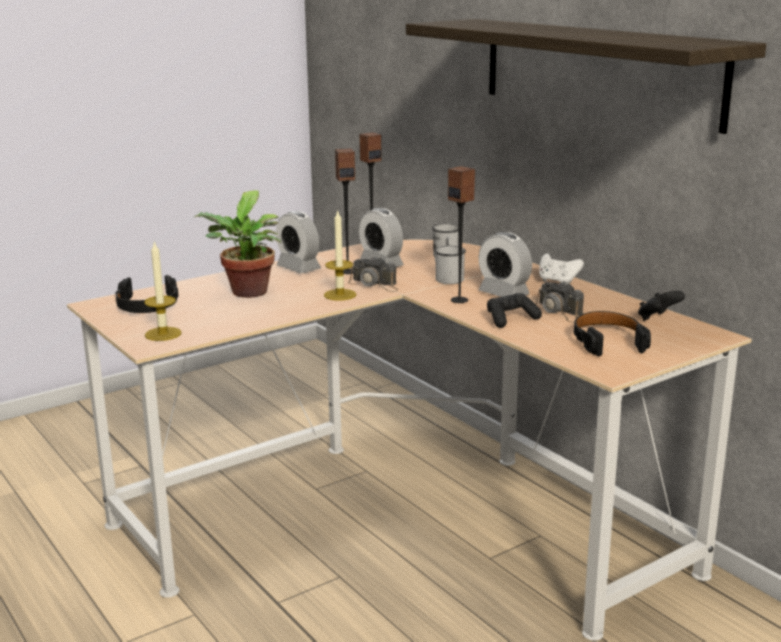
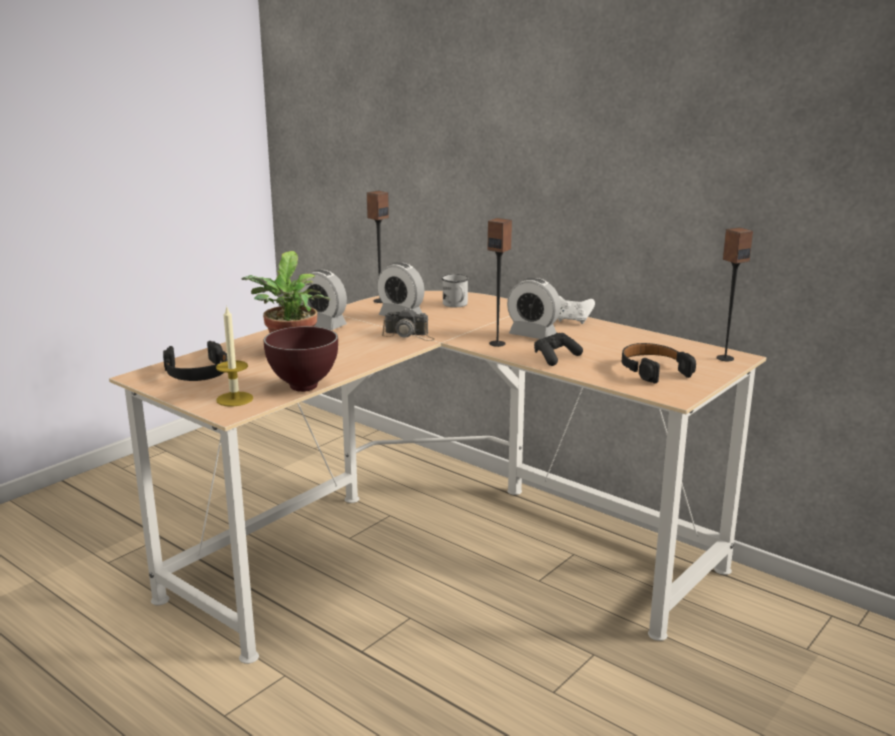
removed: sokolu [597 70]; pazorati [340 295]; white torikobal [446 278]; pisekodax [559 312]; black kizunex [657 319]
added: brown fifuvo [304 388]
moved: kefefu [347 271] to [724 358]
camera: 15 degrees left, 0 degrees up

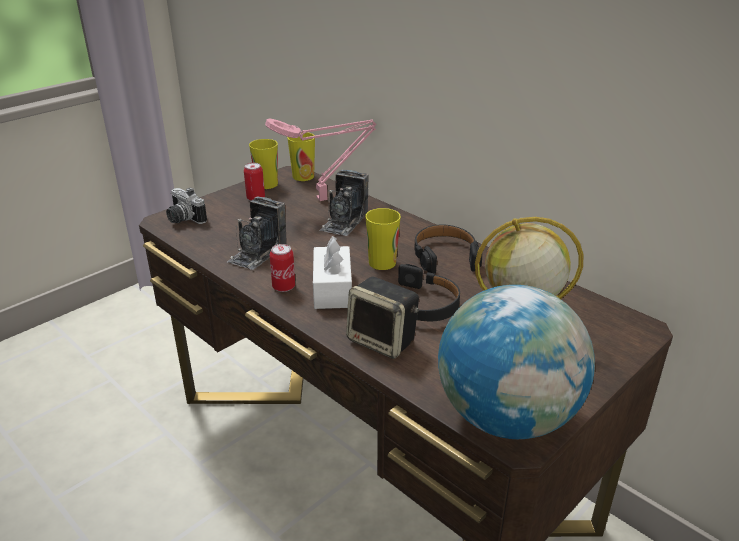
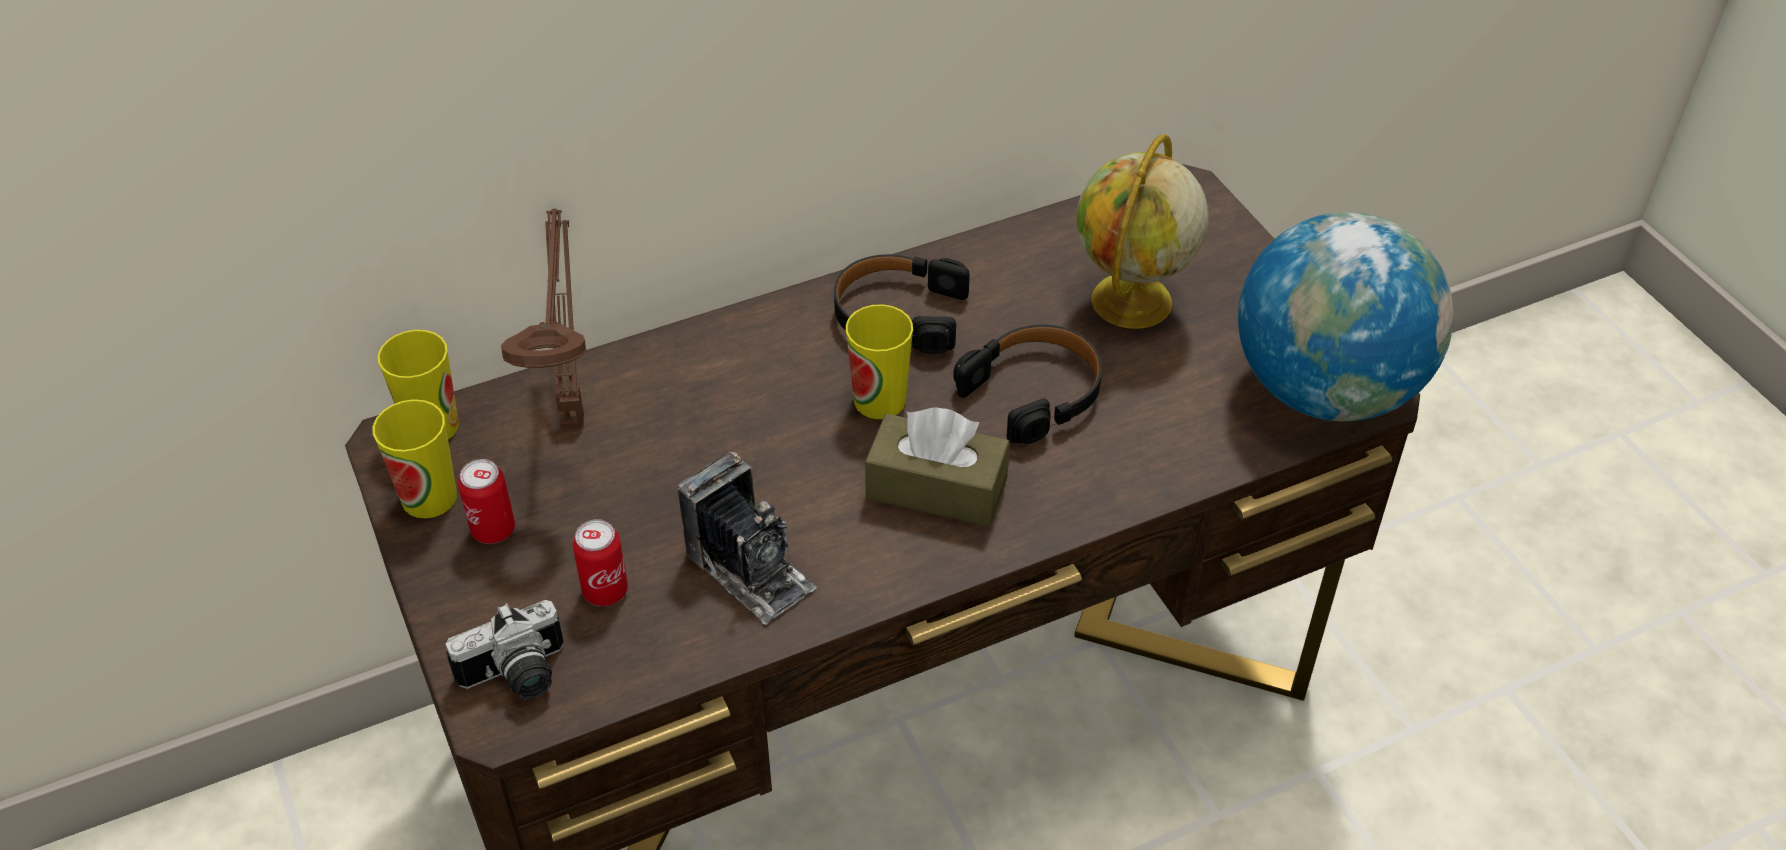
removed: pisekodax [344 222]; kefefu [383 341]
moved: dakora [284 287] to [605 591]
recoloured: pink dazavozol [325 199] to brown dazavozol [573 416]; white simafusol [332 289] to brown simafusol [936 488]
camera: 70 degrees left, 15 degrees up

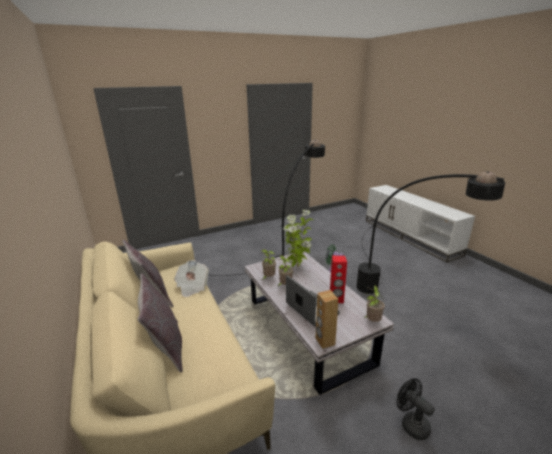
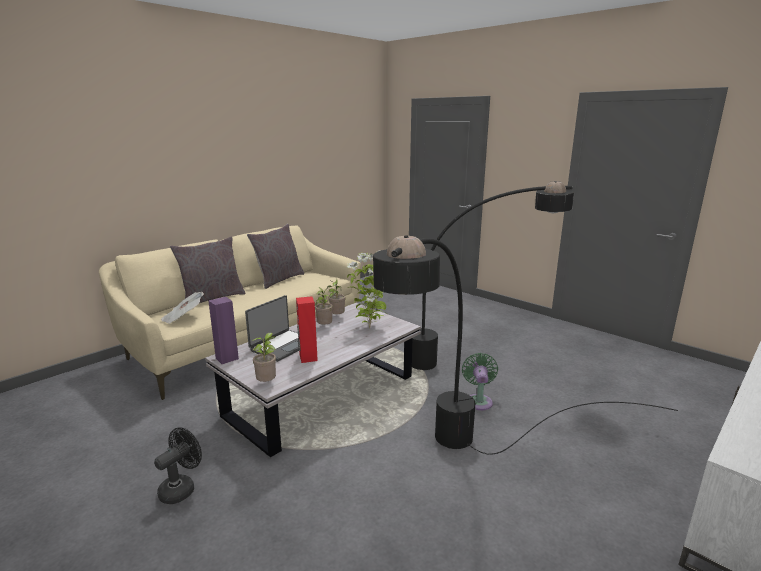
moved: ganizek [192 286] to [183 318]
recoloured: brown kefefu [324 341] to purple kefefu [227 358]
camera: 70 degrees right, 5 degrees down

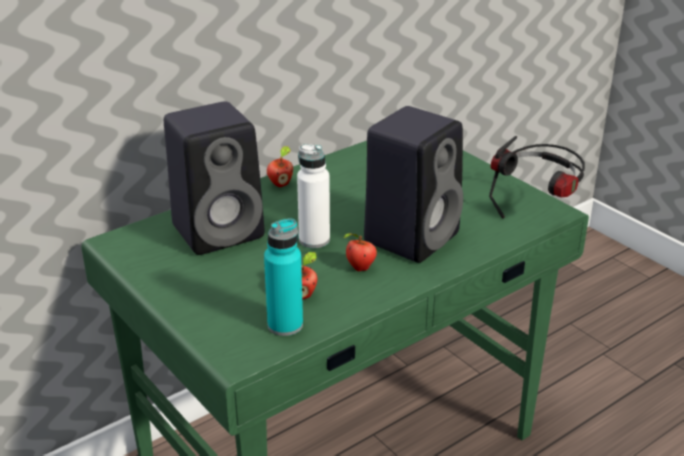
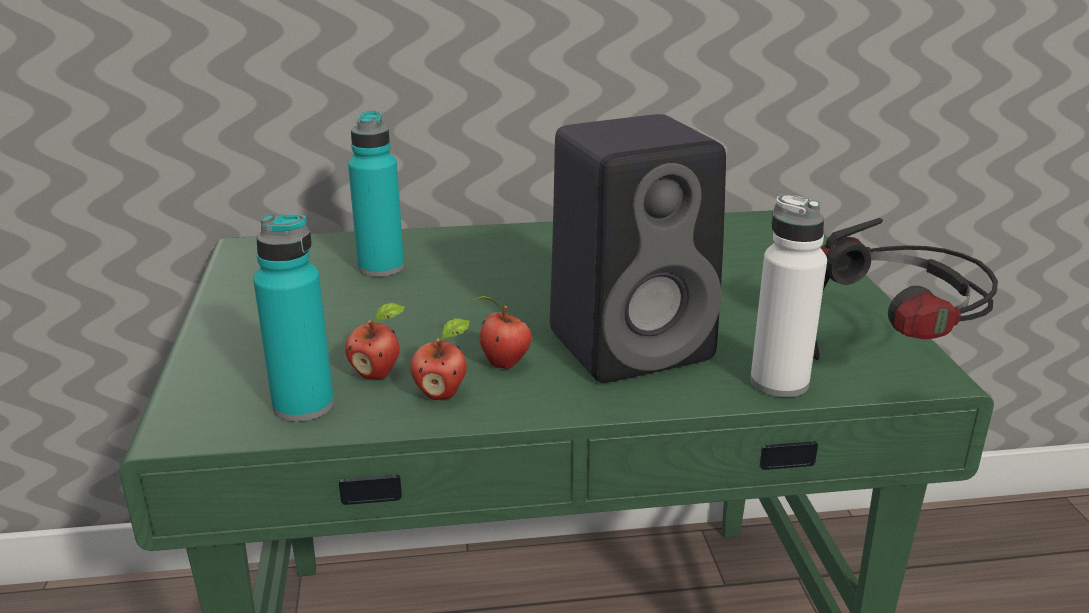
moved: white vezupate [314 240] to [779 382]; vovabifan [280 184] to [442 393]
replaced: black kefefu [220 230] to turquoise vezupate [381 267]
camera: 30 degrees right, 5 degrees down

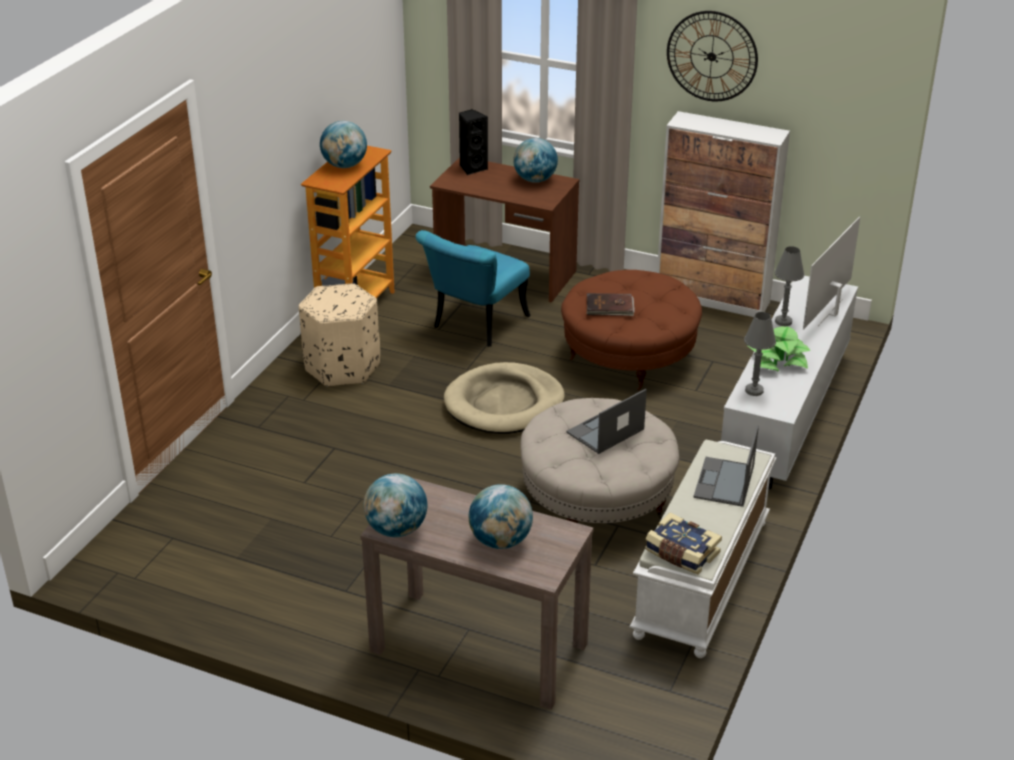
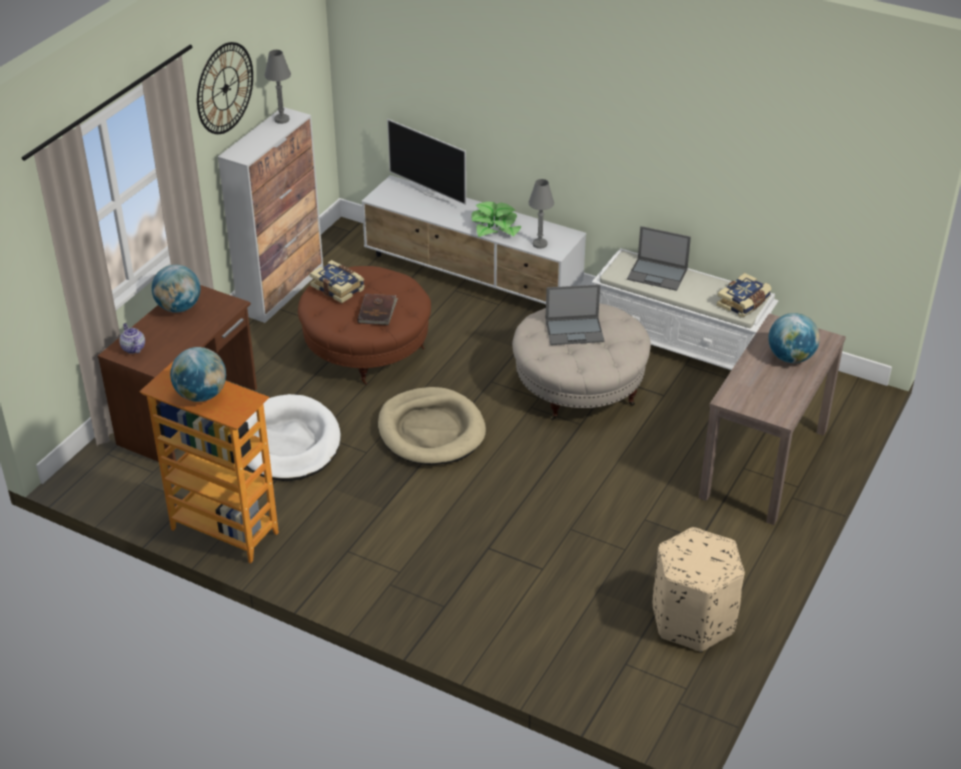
removed: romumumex [396 529]
added: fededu [338 288]
moved: grey dazavozol [783 321] to [282 119]; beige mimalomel [342 367] to [693 620]
replaced: black kefefu [472 168] to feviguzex [133 348]; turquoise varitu [475 326] to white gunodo [288 443]
turned: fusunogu [605 431] = [575 331] 60 degrees counterclockwise
camera: 85 degrees left, 5 degrees up

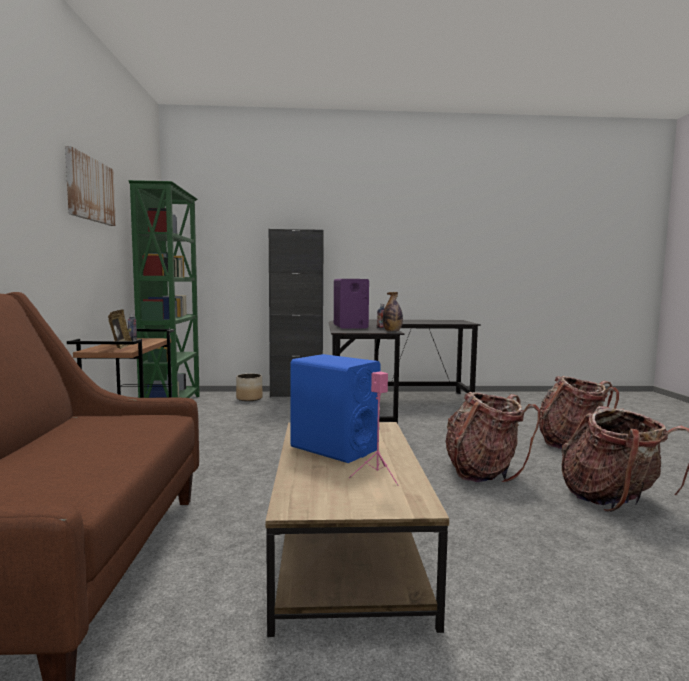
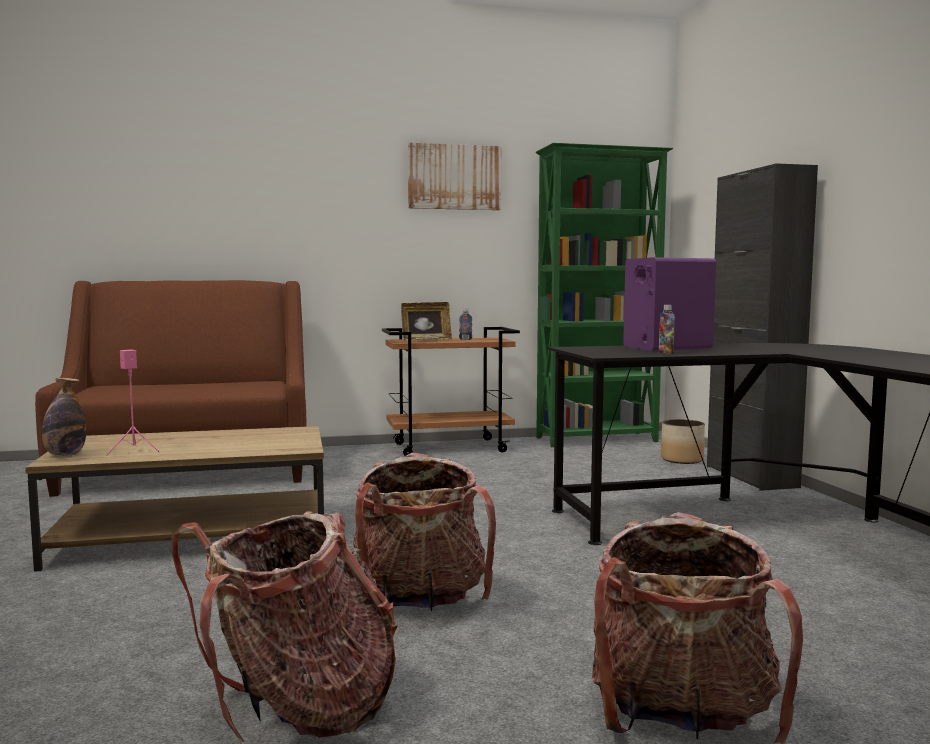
removed: blue kefefu [333 448]
moved: vezupate [392 331] to [65 455]
camera: 80 degrees right, 0 degrees up

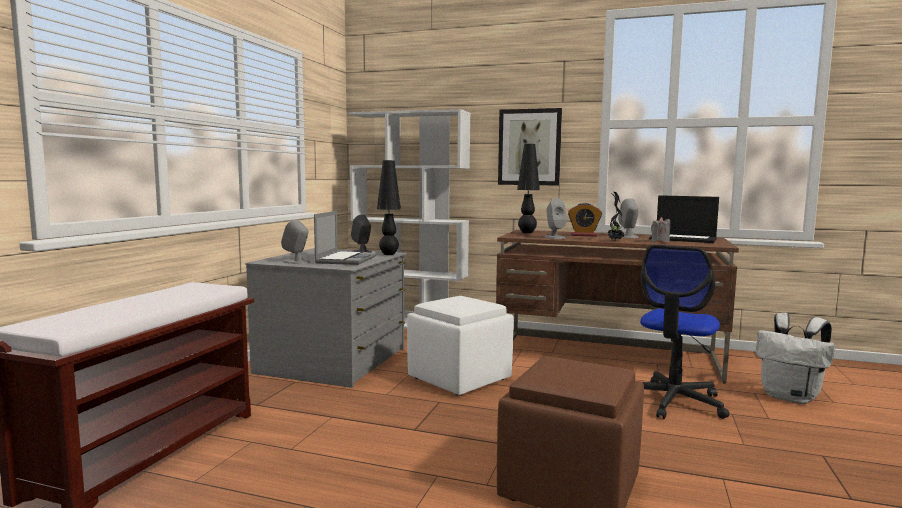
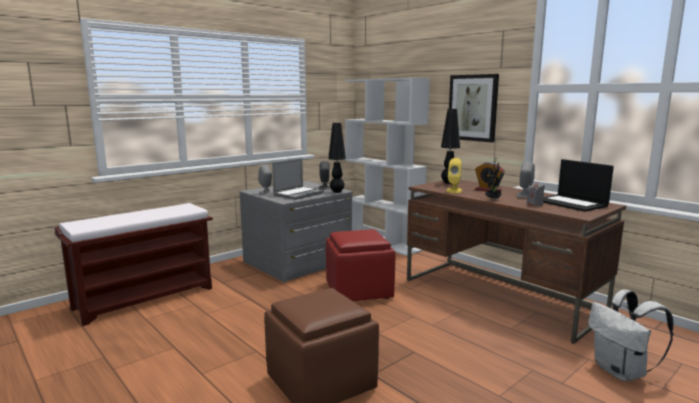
removed: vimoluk [673 401]
recoloured: grey kefefu [554 237] to yellow kefefu [454 190]; white mimalomel [459 378] to red mimalomel [359 290]
camera: 30 degrees right, 5 degrees up

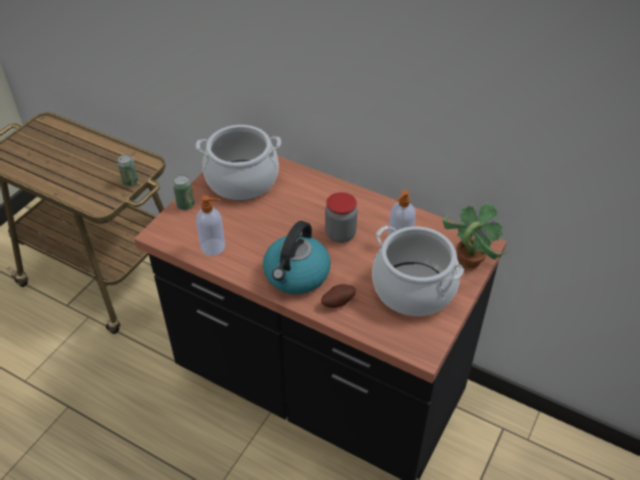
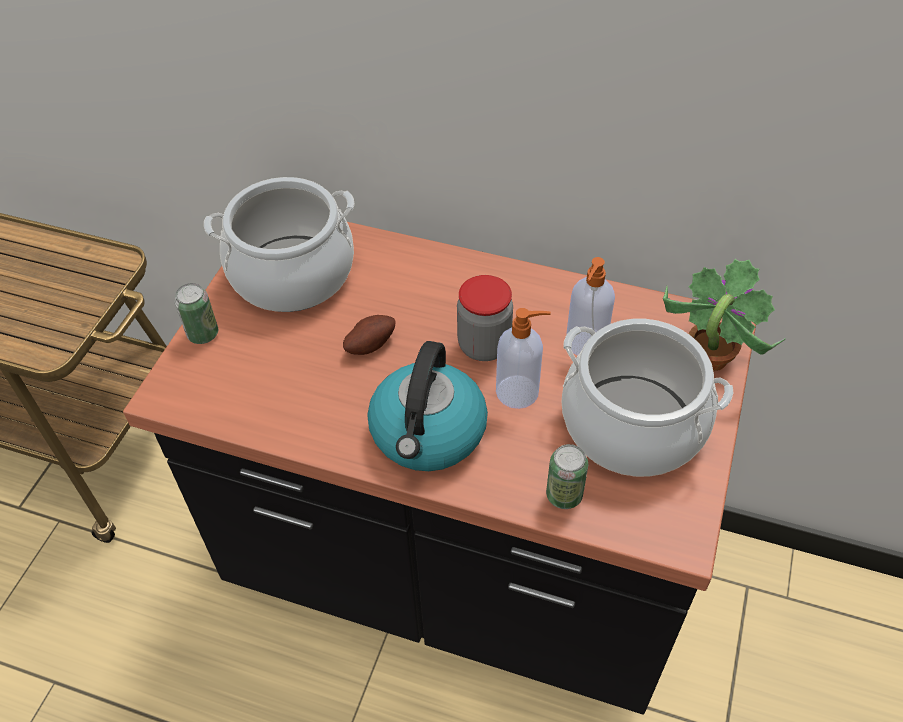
moved: dakora [130 182] to [564 495]; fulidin [214 247] to [519 392]; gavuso [337 302] to [369 344]
camera: 10 degrees left, 5 degrees up

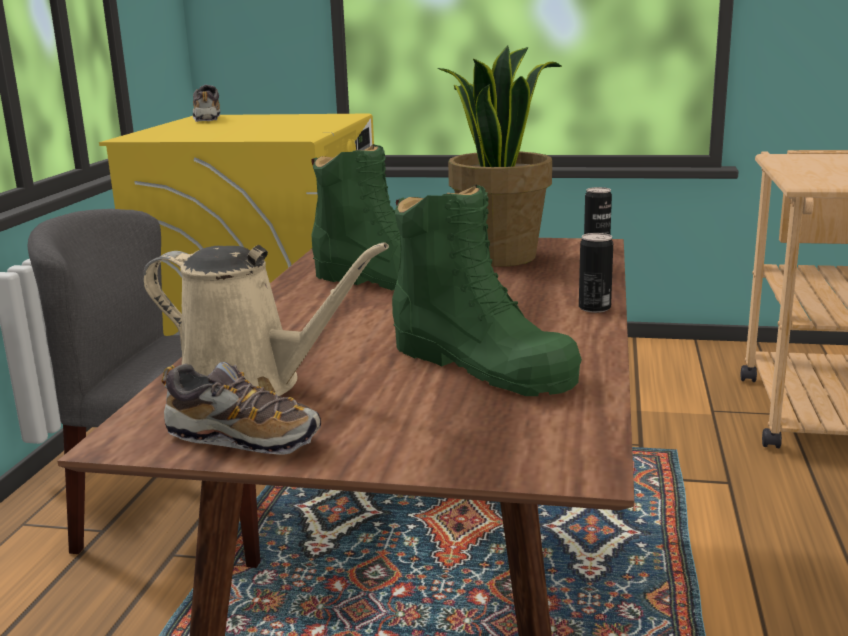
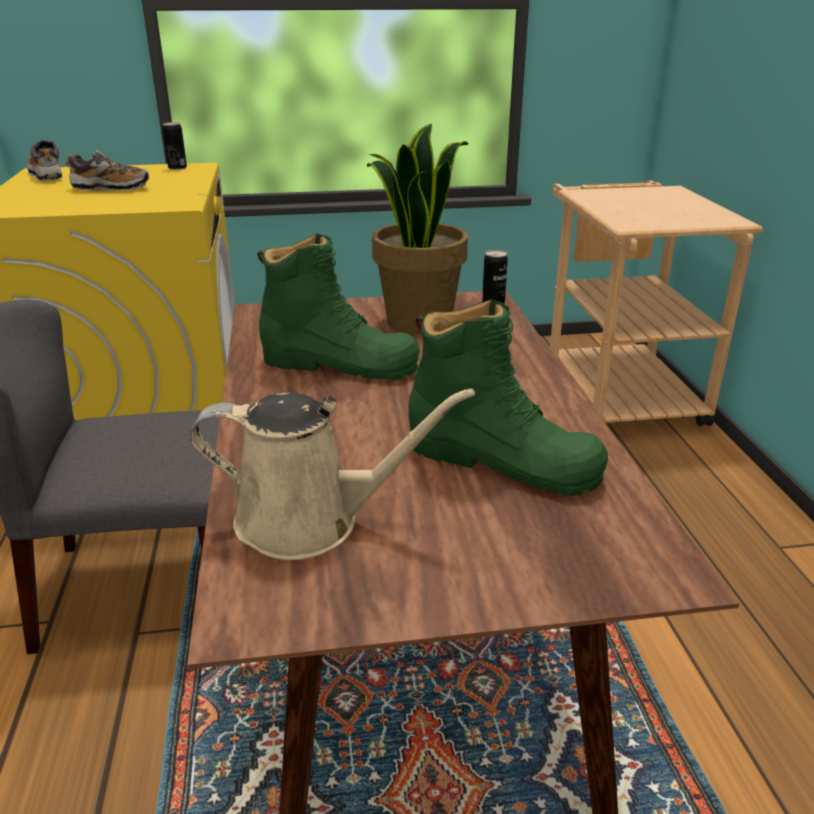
moved: dakora [594 308] to [177 168]; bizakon [243 438] to [111 188]
camera: 20 degrees left, 10 degrees up

